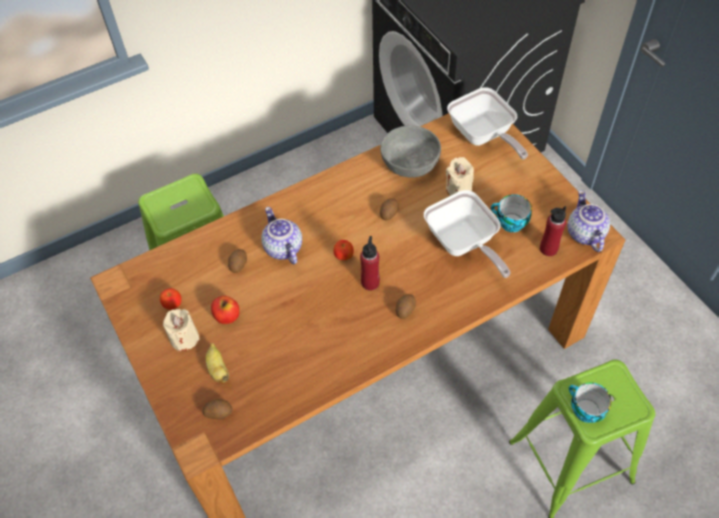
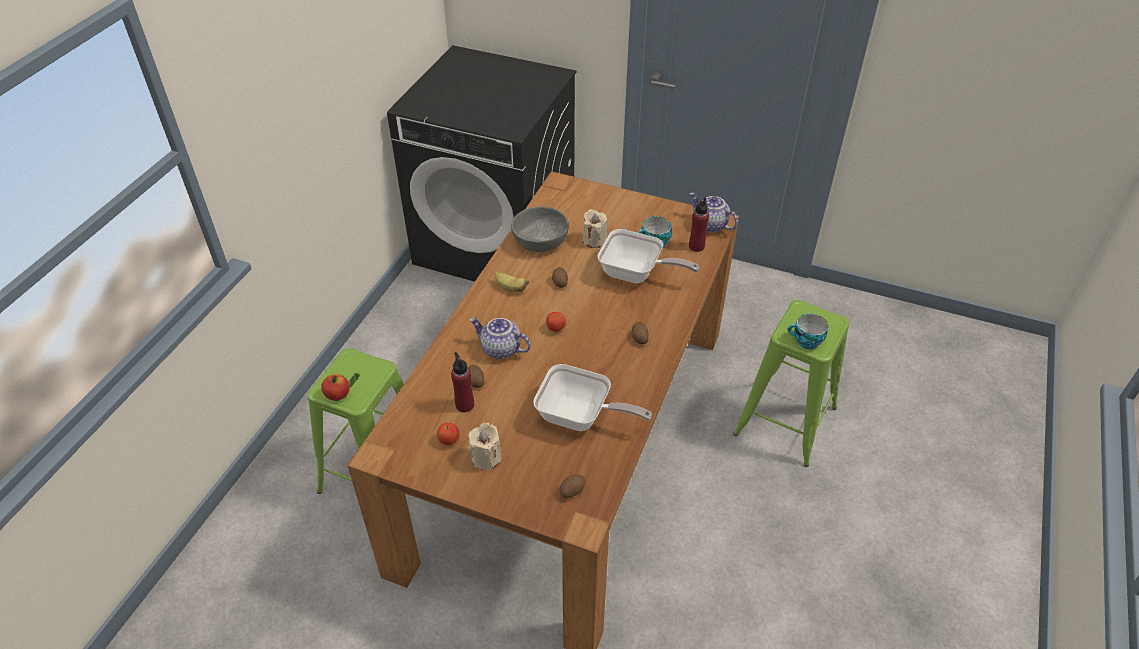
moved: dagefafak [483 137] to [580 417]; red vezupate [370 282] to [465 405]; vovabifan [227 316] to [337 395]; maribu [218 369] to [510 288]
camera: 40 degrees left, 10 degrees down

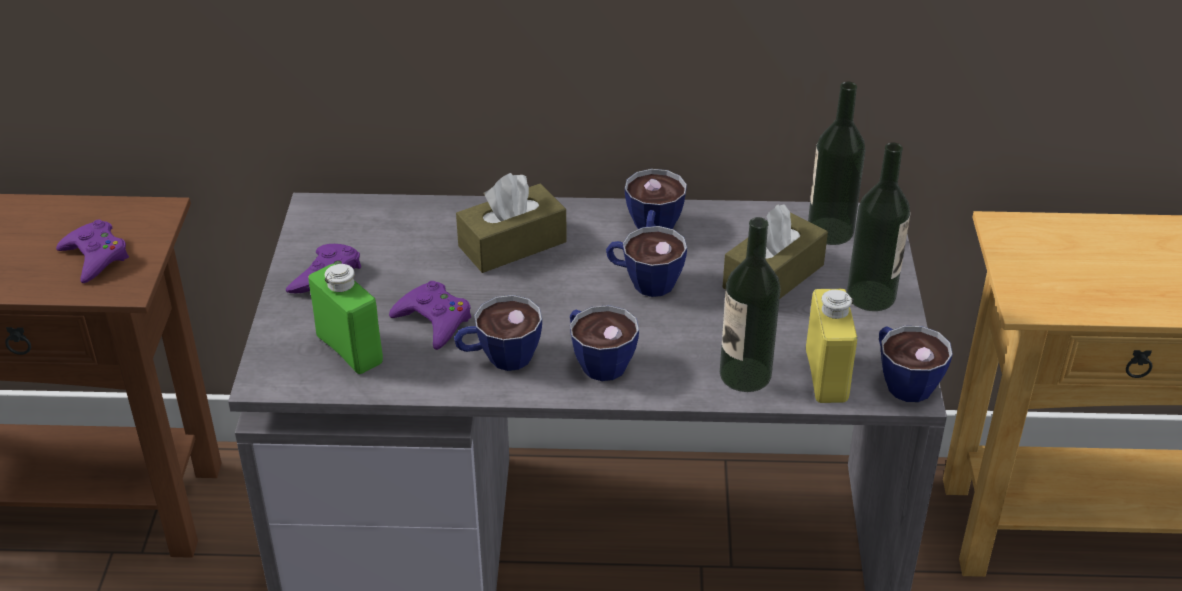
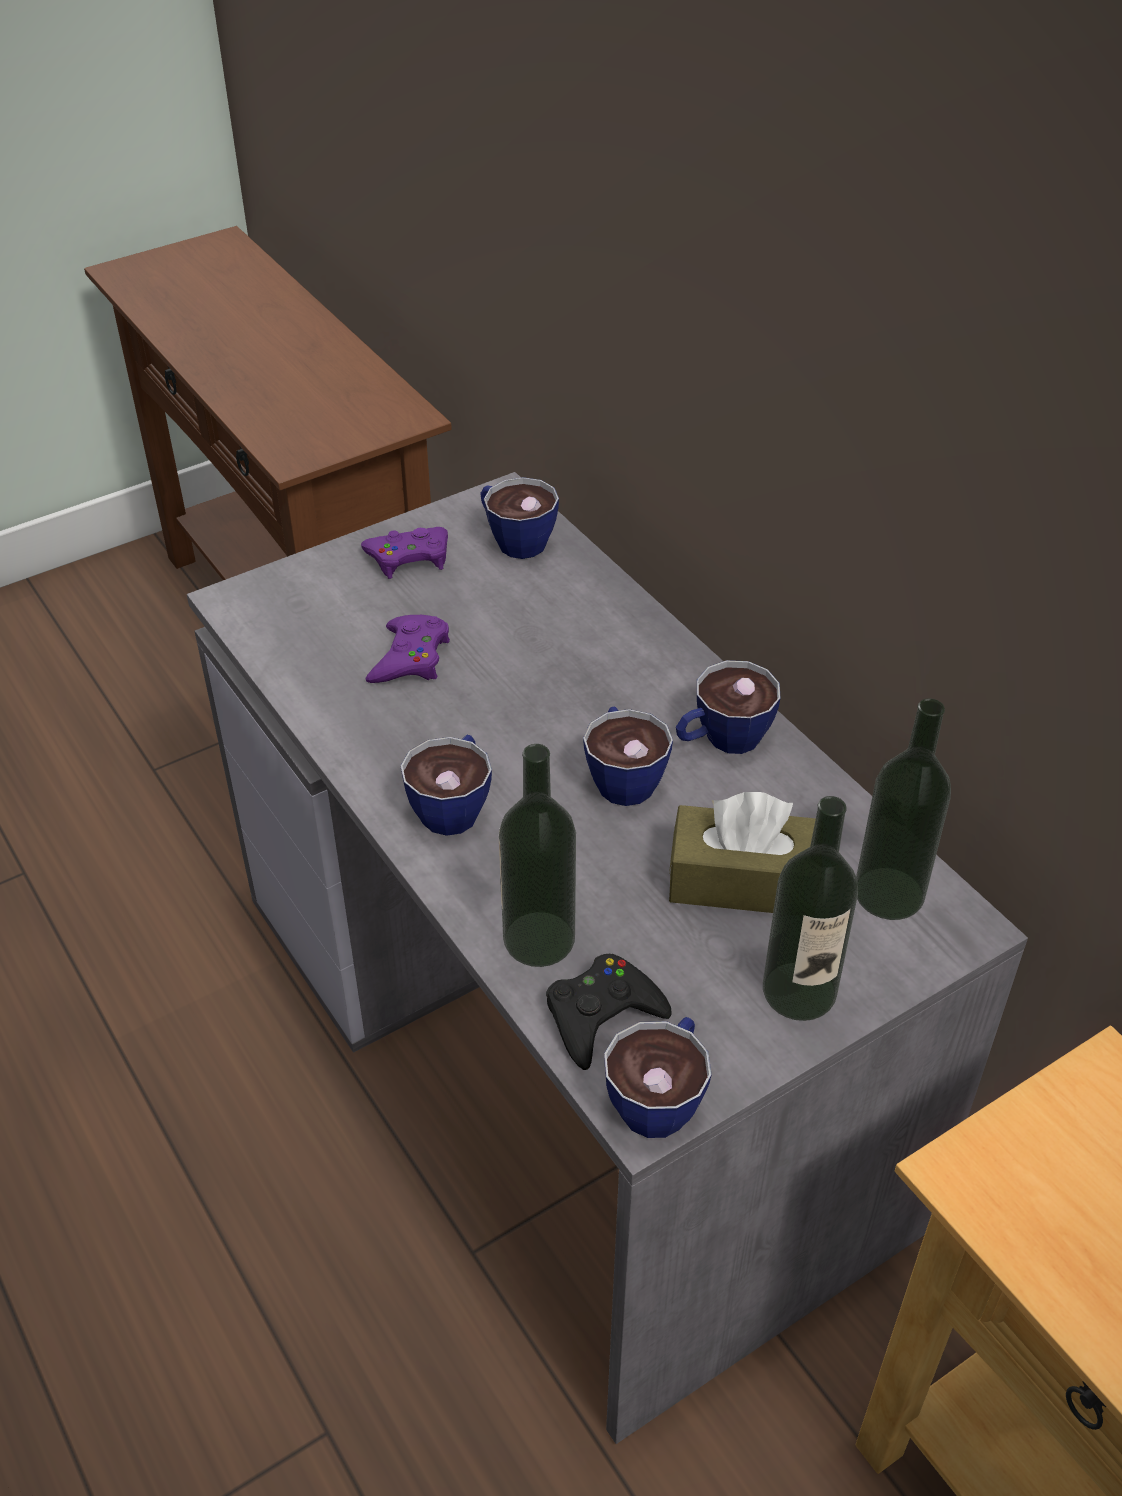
removed: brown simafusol [512 244]; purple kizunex [95 257]; green vezupate [349 349]
moved: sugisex [499 357] to [514 539]
replaced: yellow vezupate [826 376] to black kizunex [602 1015]
camera: 55 degrees right, 5 degrees up

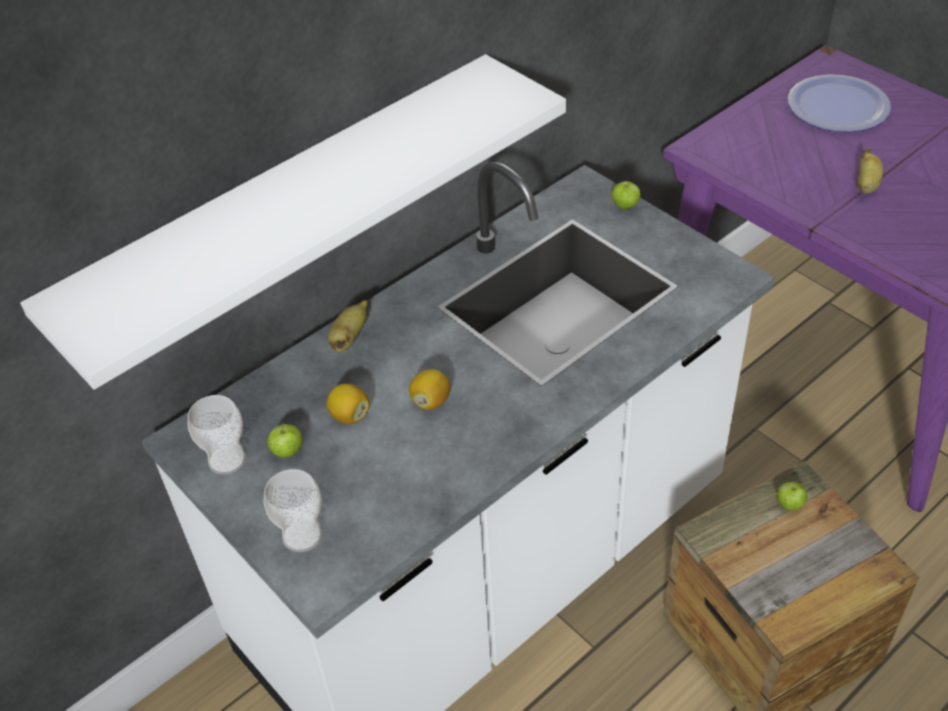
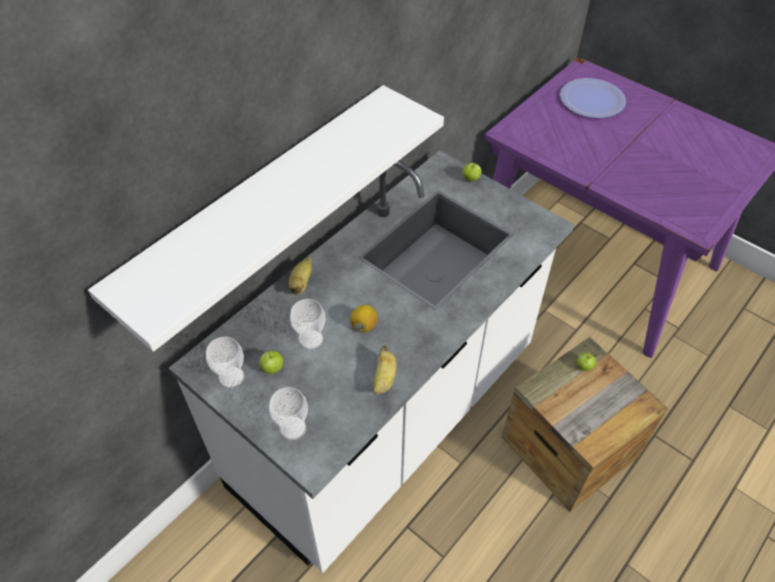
moved: maribu [866 185] to [384 379]
replaced: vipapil [349 415] to sugisex [310 339]
camera: 10 degrees left, 5 degrees up

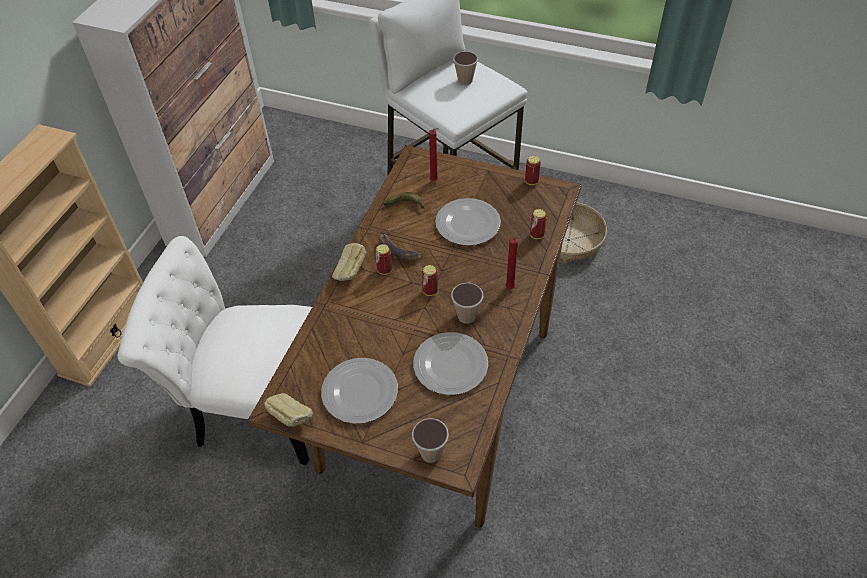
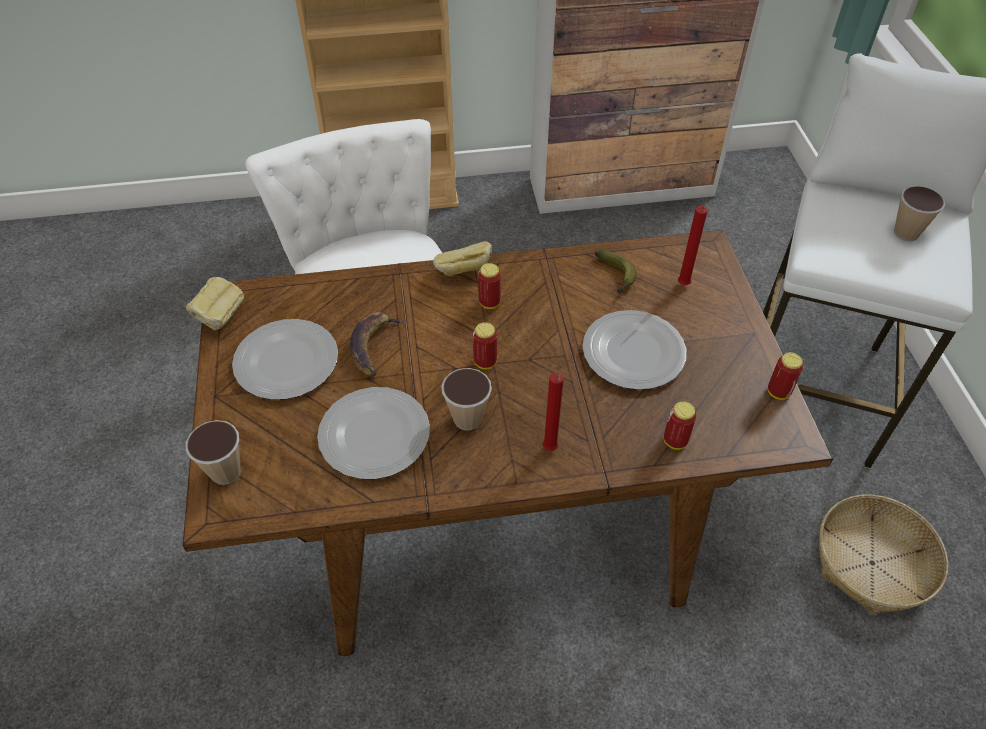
moved: maribu [398 250] to [373 346]
camera: 60 degrees right, 0 degrees up

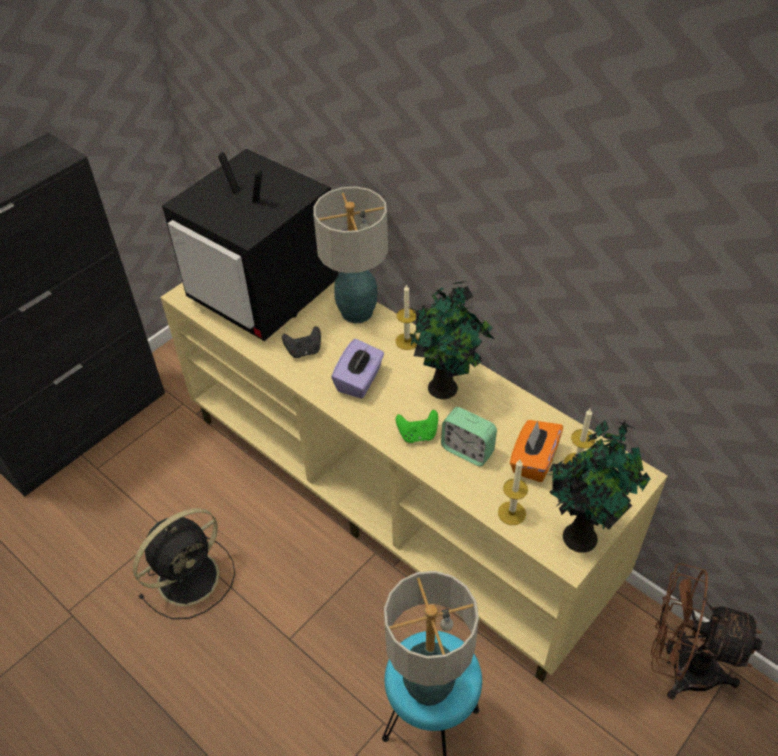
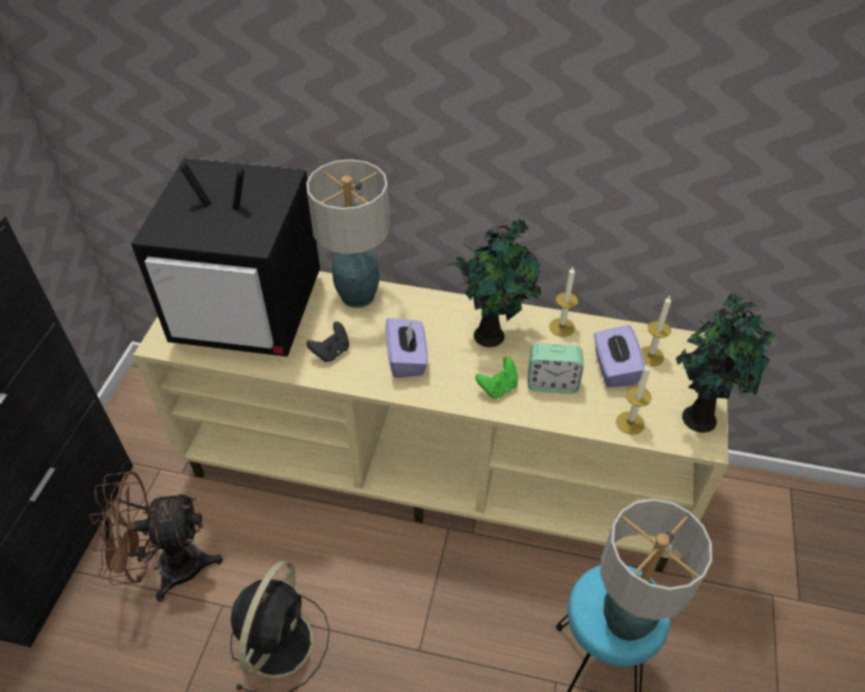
moved: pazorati [407 341] to [562 327]; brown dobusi [681 667] to [168 567]
recoloured: orange simafusol [533 460] to purple simafusol [614 368]
camera: 30 degrees left, 0 degrees up

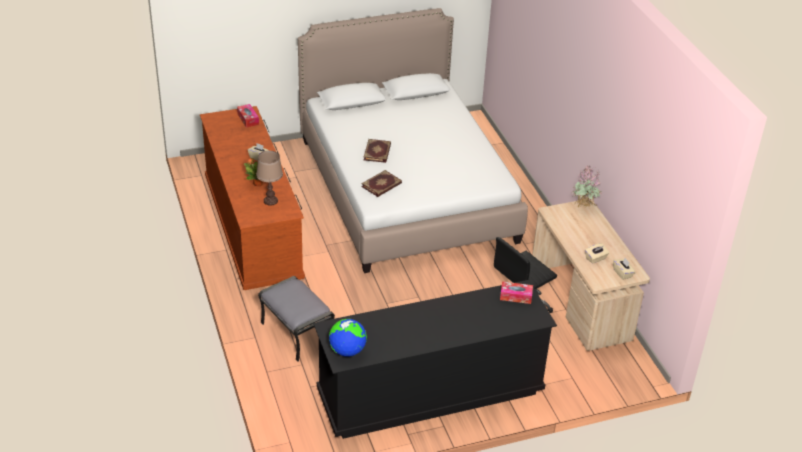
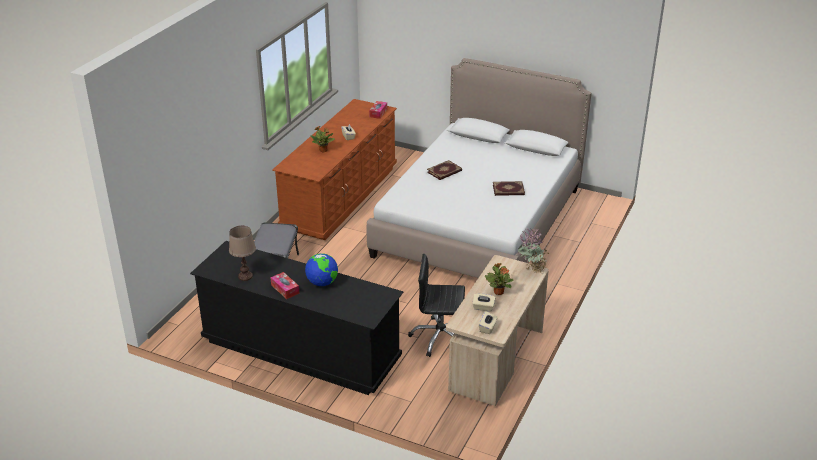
added: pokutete [498 292]
moved: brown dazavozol [270 201] to [245 276]; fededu [382 185] to [508 190]; simafusol [516 296] to [285 289]; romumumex [347 351] to [322 283]
camera: 45 degrees right, 5 degrees down

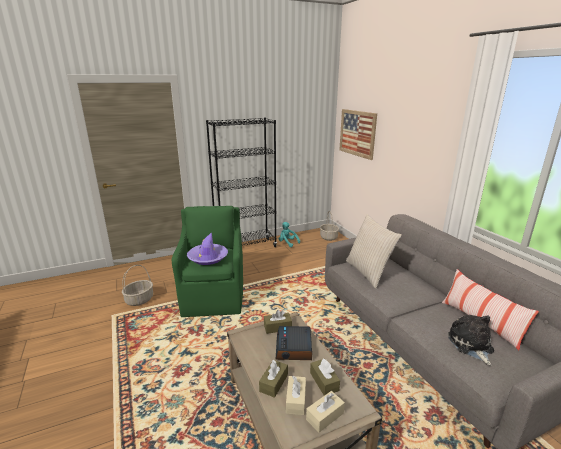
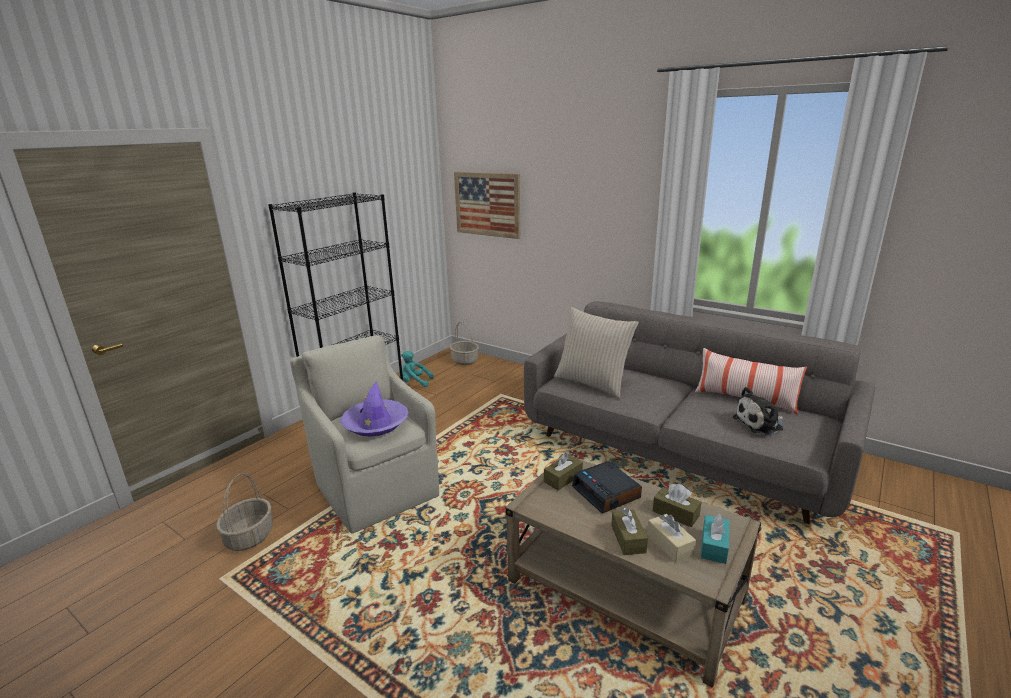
recoloured: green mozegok [214 296] to beige mozegok [375 487]; beige simafusol [325 416] to turquoise simafusol [714 546]
turned: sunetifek [471 345] = [760 423] 75 degrees counterclockwise
camera: 30 degrees left, 0 degrees up

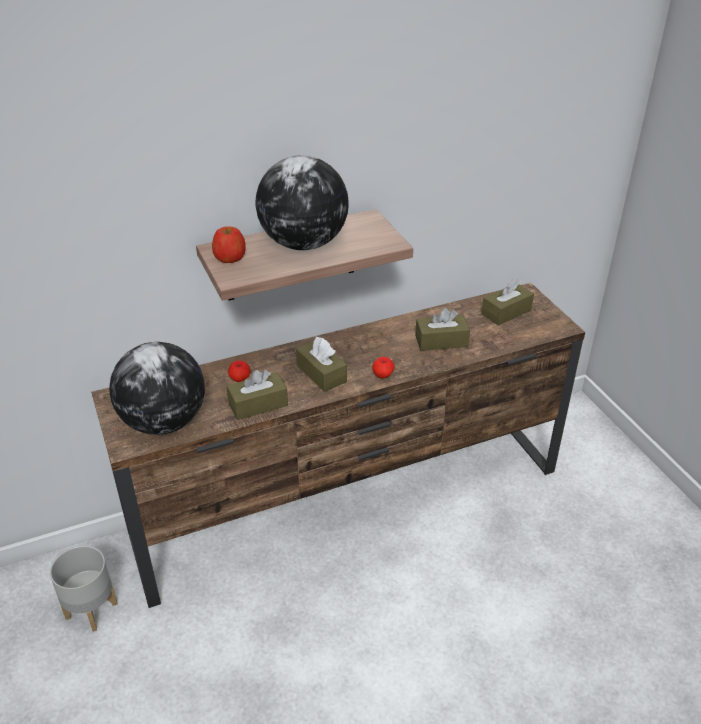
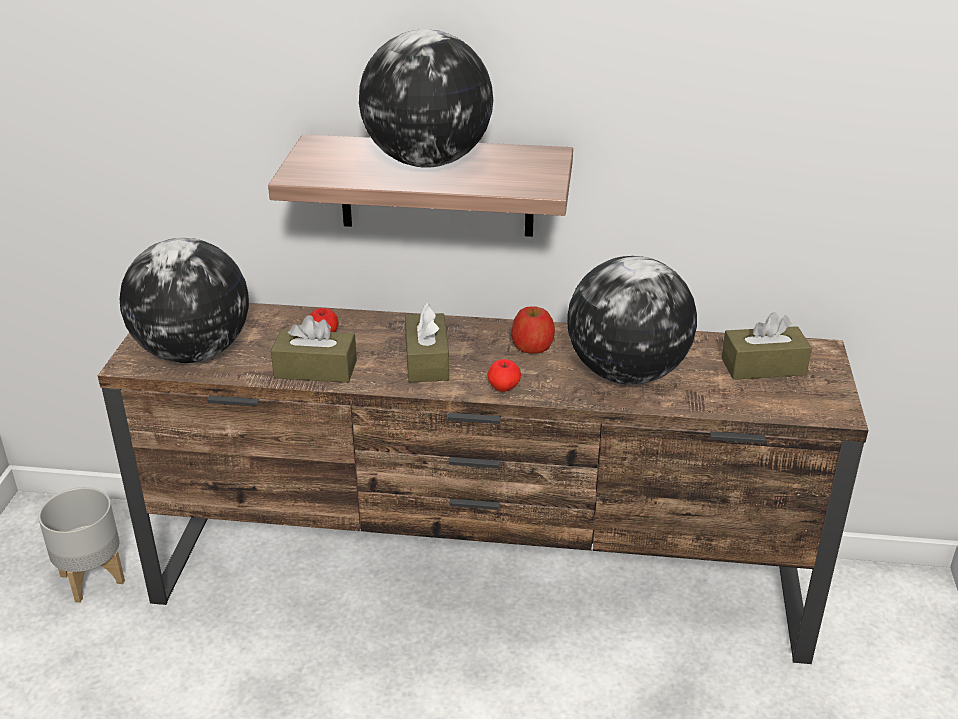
moved: vovabifan [230 257] to [532 345]
replaced: brown simafusol [441 341] to romumumex [627 373]
camera: 30 degrees right, 5 degrees down

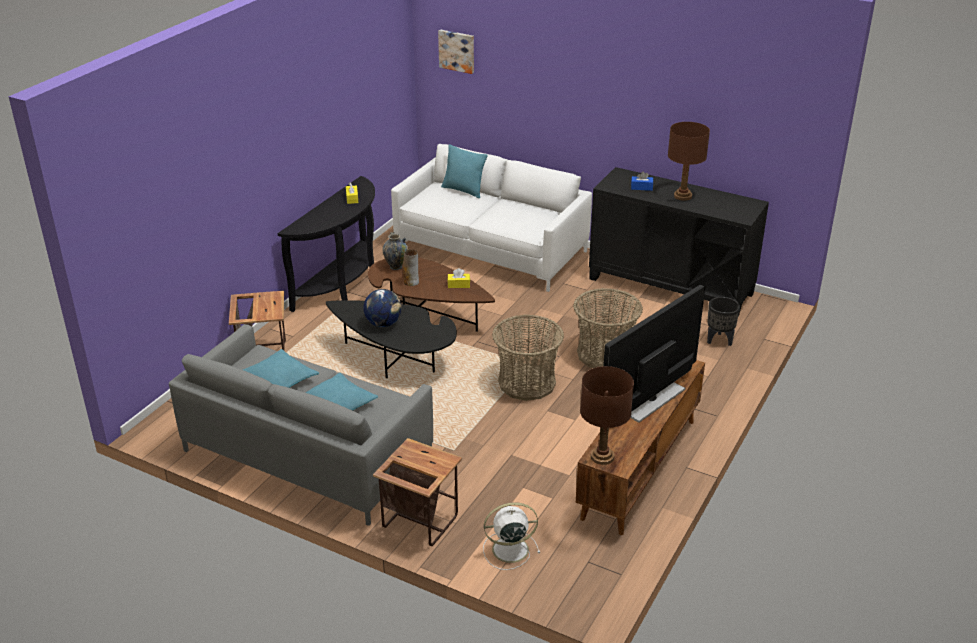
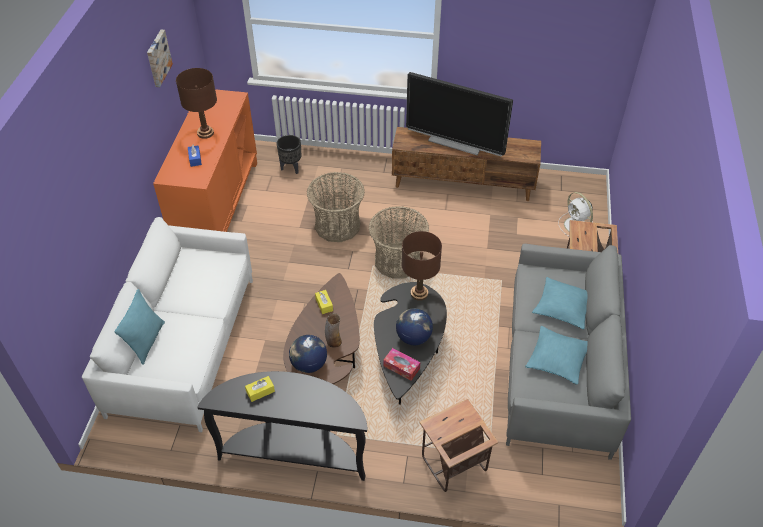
added: simafusol [401 367]
moved: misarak [457 51] to [157 58]; brown dazavozol [602 457] to [419 293]
replaced: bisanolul [396 266] to romumumex [309 364]
recoloured: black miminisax [671 286] to orange miminisax [217 205]
camera: 110 degrees left, 15 degrees up

